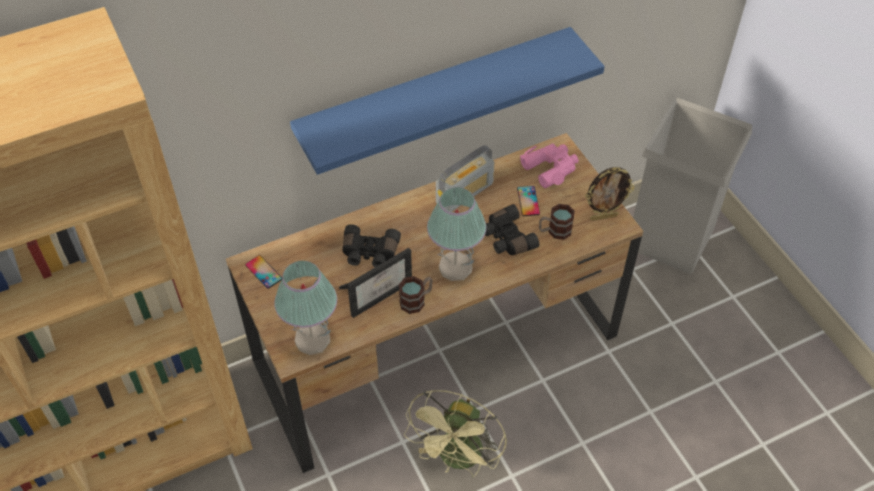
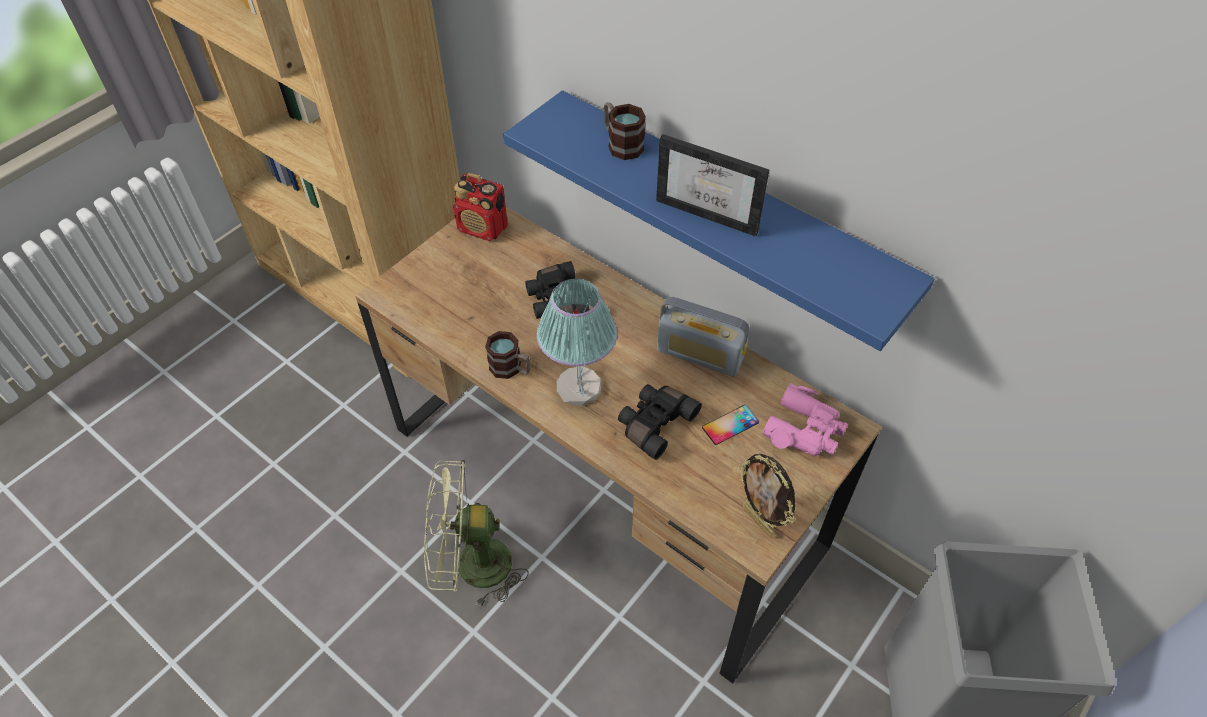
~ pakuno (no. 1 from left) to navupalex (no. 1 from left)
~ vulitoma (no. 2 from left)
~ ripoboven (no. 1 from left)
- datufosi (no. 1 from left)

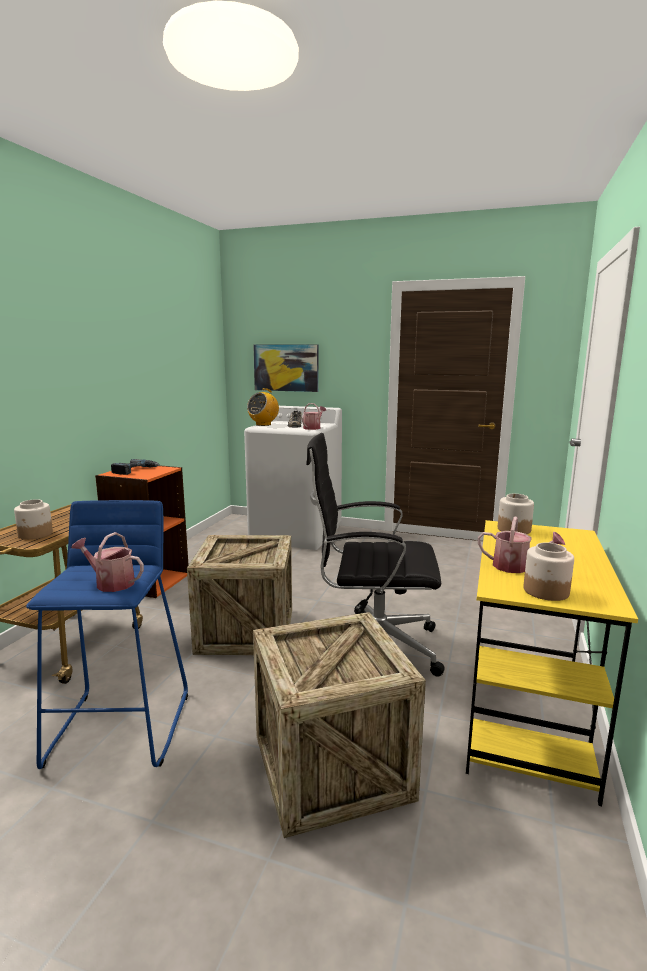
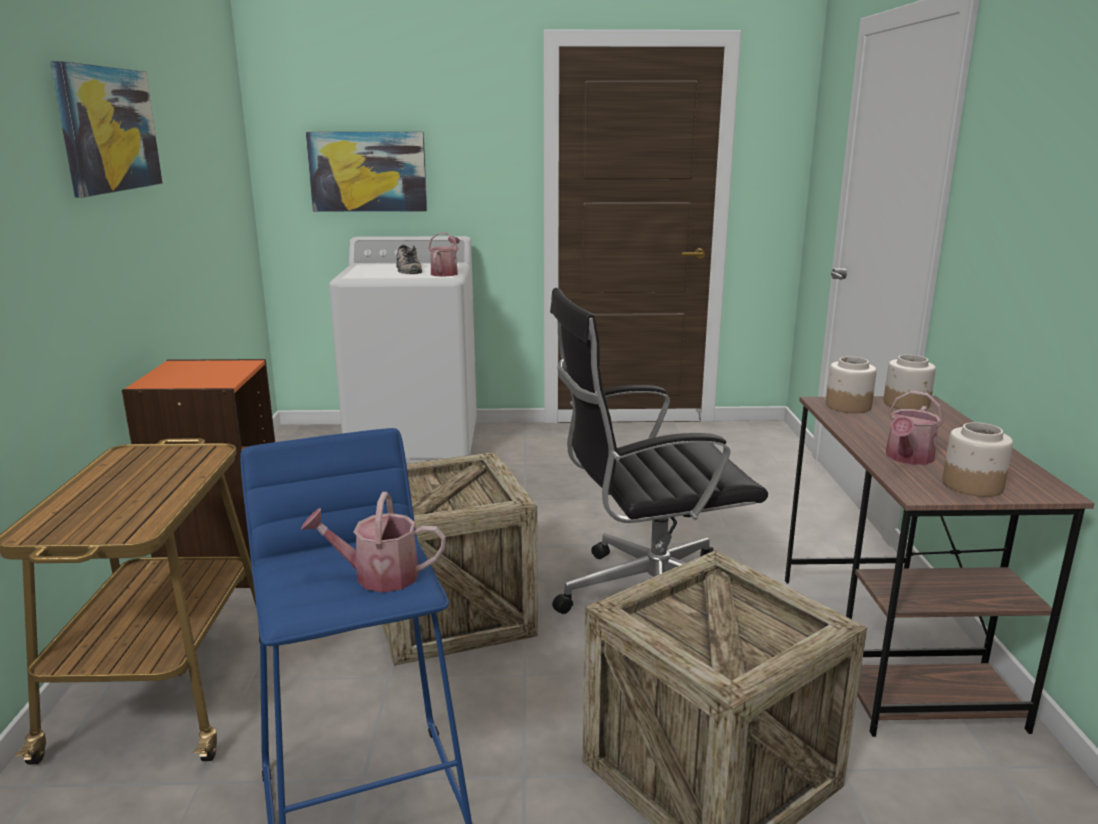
+ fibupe (no. 1 from left)
~ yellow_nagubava to brown_nagubava
~ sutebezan (no. 1 from left in the first image) to sutebezan (no. 2 from left)
~ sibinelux (no. 3 from left) 120 degrees clockwise
- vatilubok
- navupalex

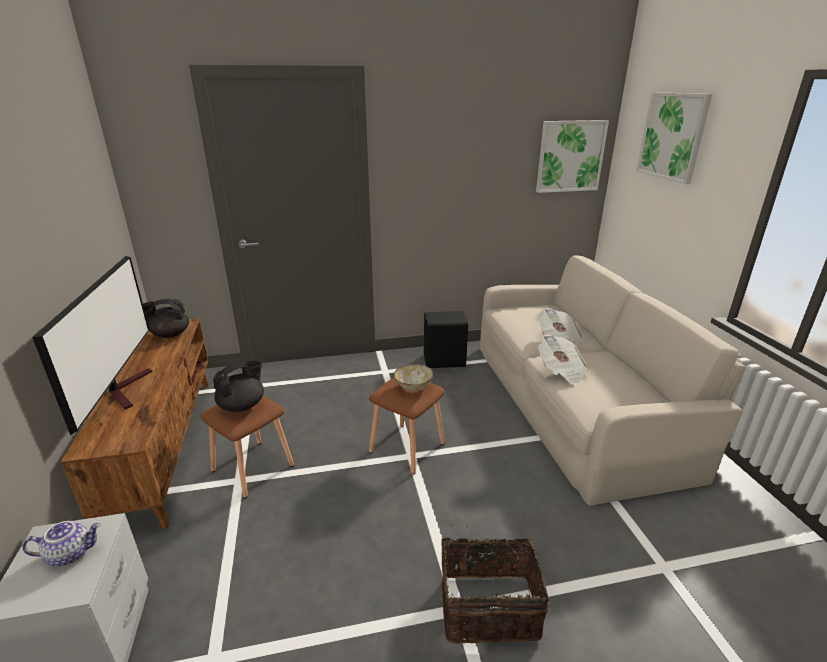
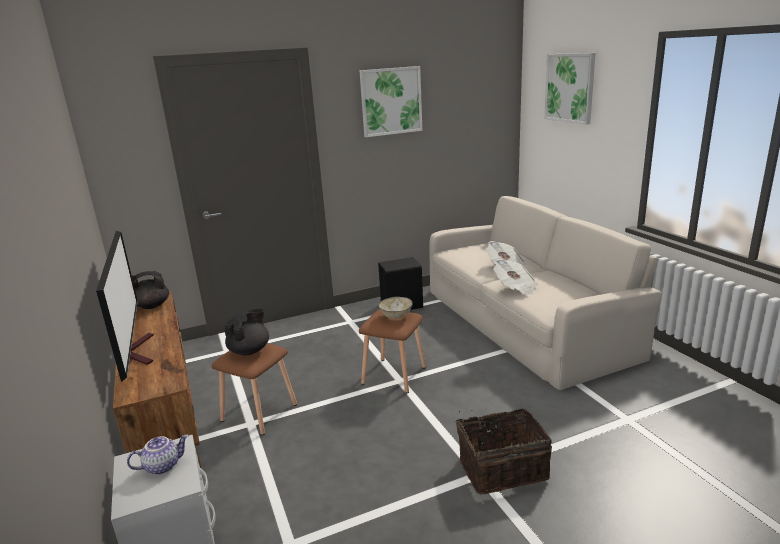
~ fibupe (no. 1 from left)

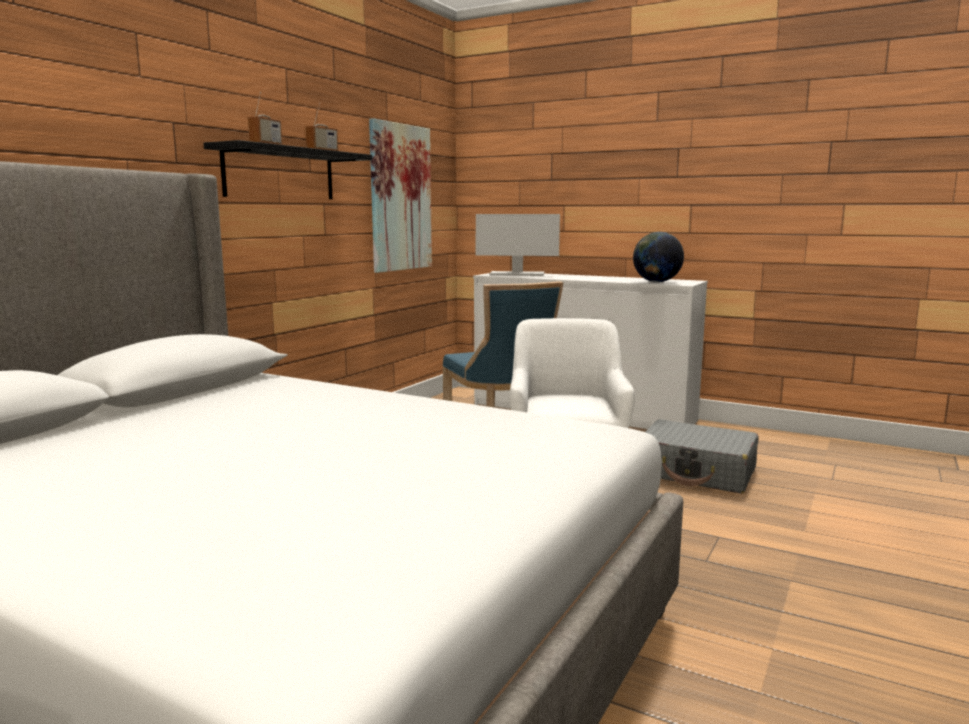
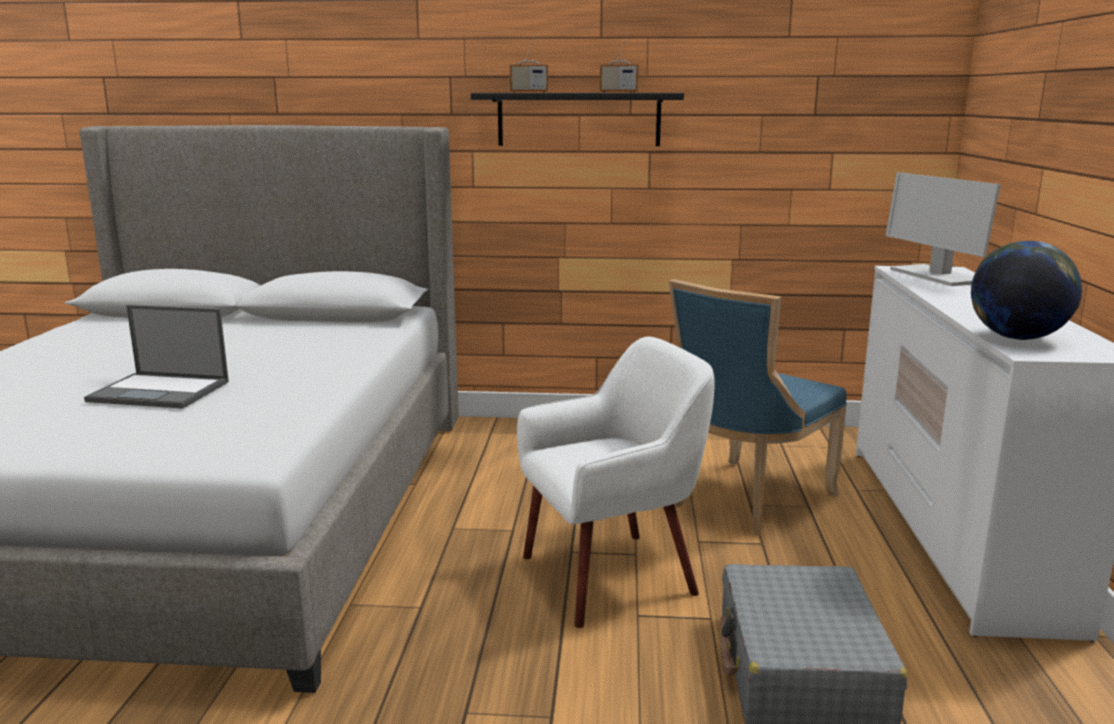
+ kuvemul
- fibupe

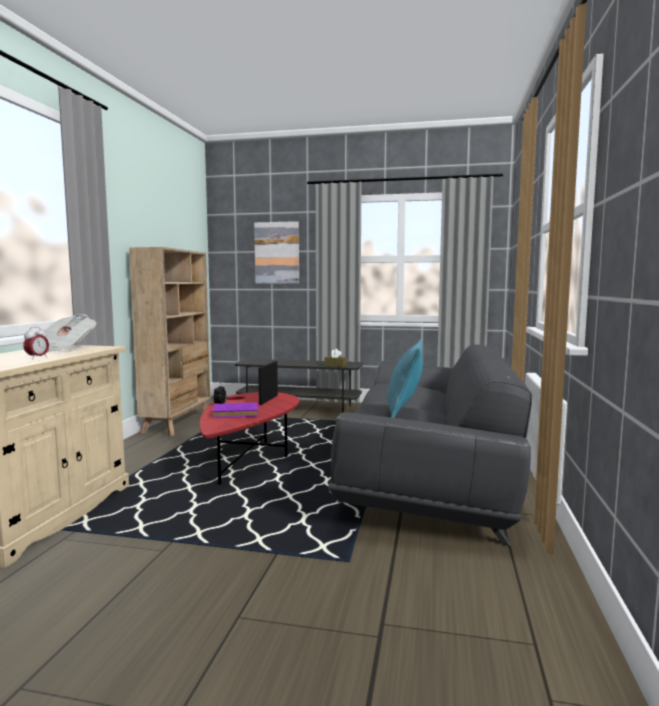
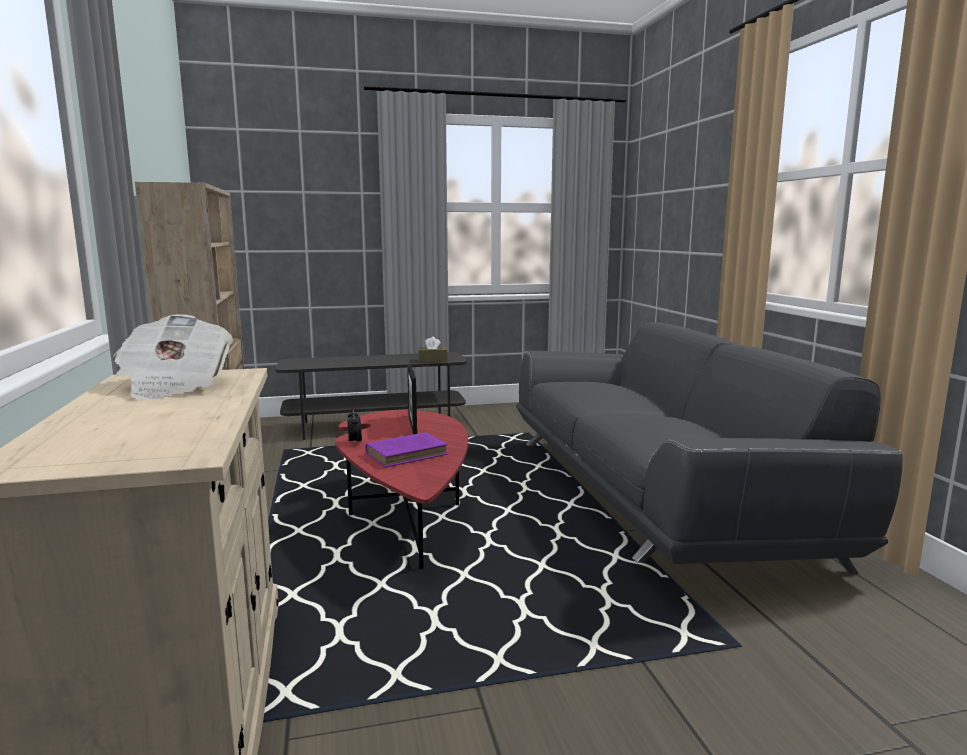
- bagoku (no. 1 from left)
- fibupe
- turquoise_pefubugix

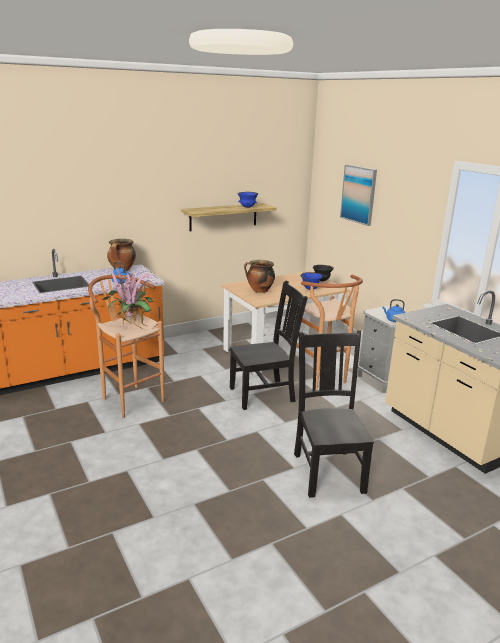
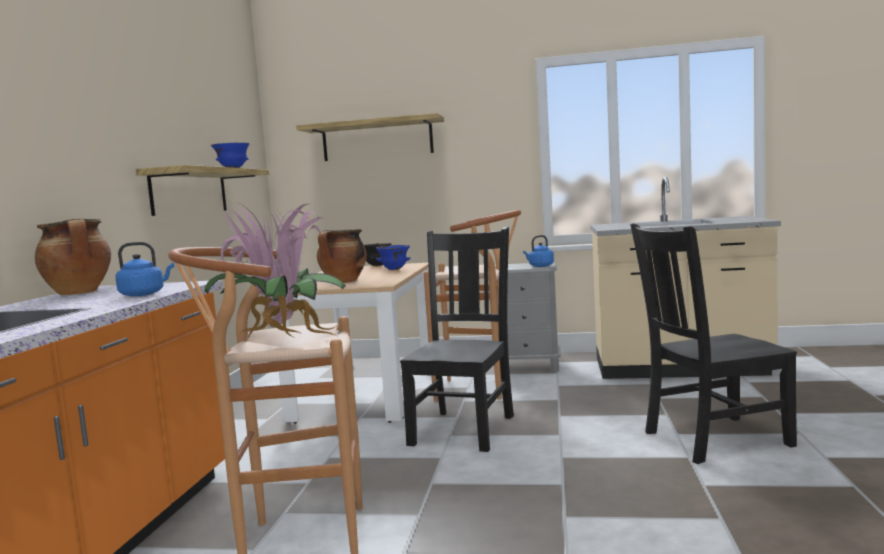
~ fibupe to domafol (no. 2 from left)
~ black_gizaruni (no. 2 from left) 45 degrees counterclockwise

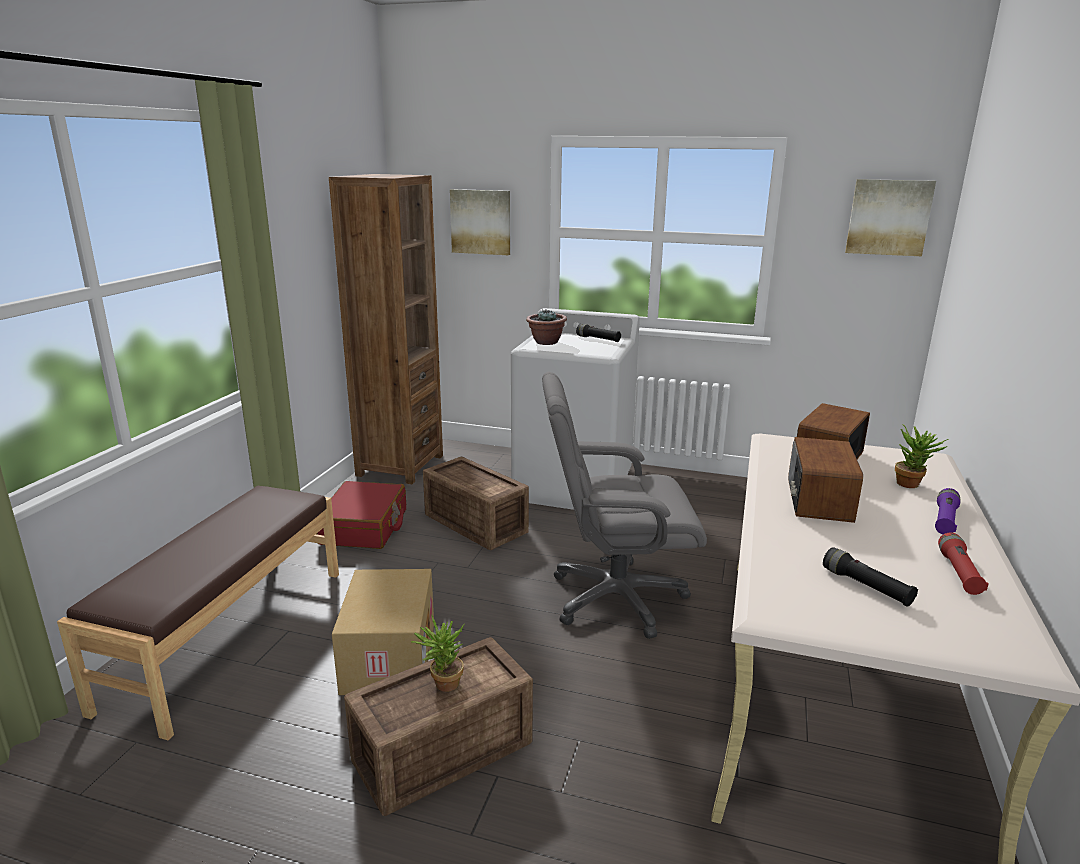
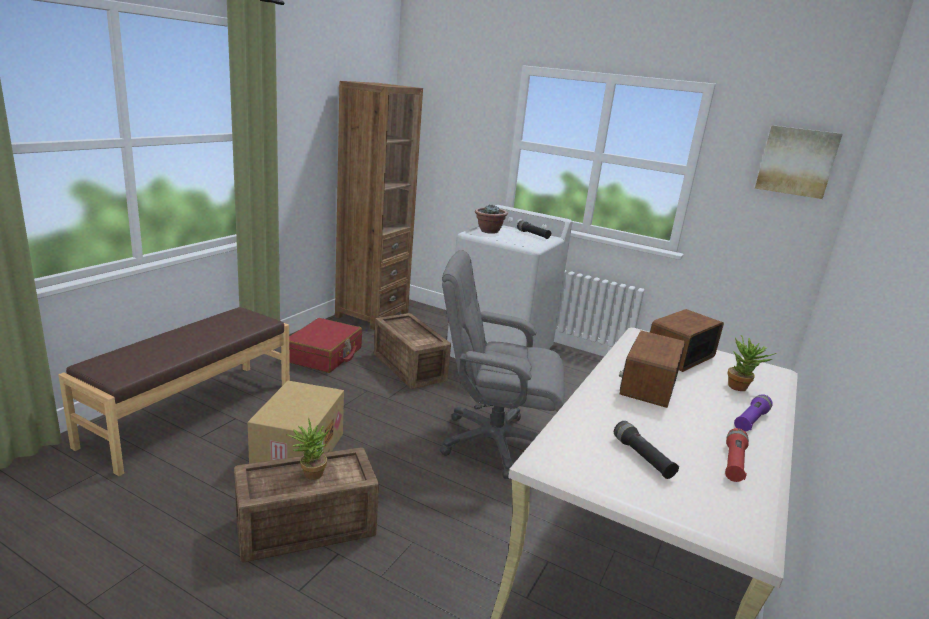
- fibupe (no. 1 from left)

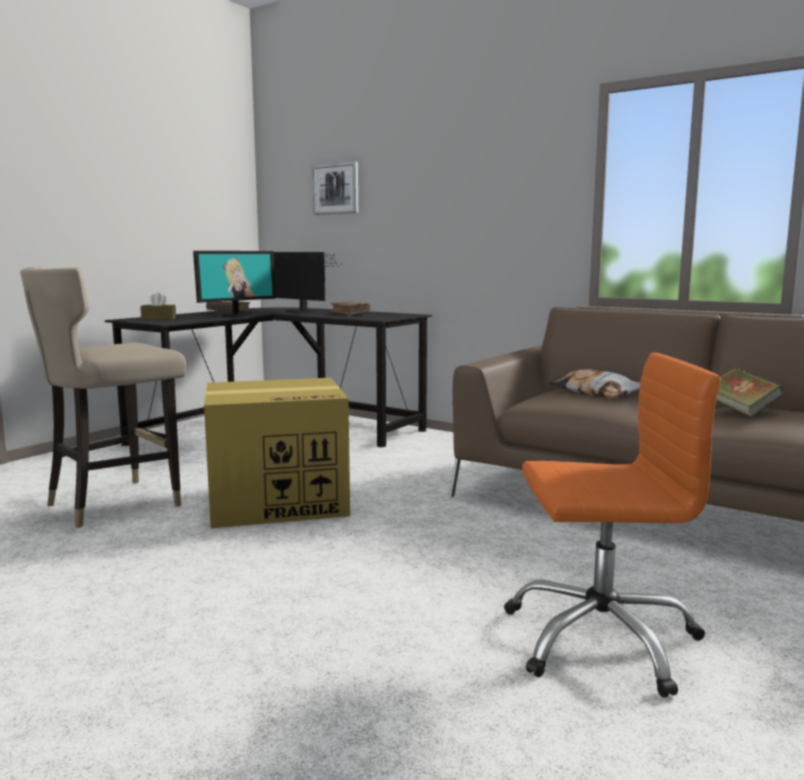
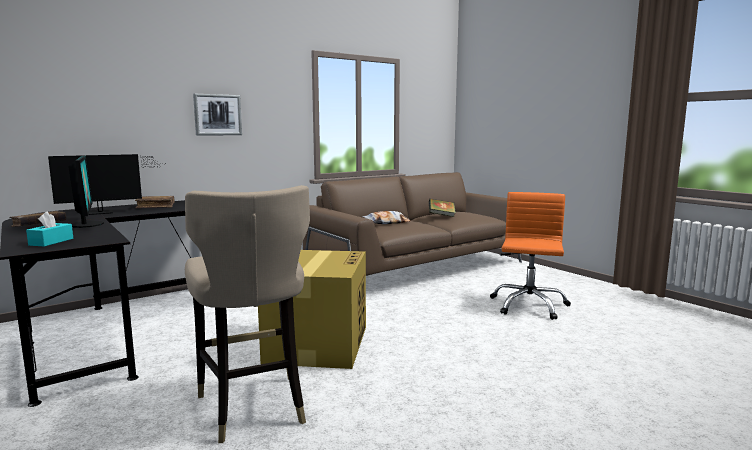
~ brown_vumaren to turquoise_vumaren
~ fibupe

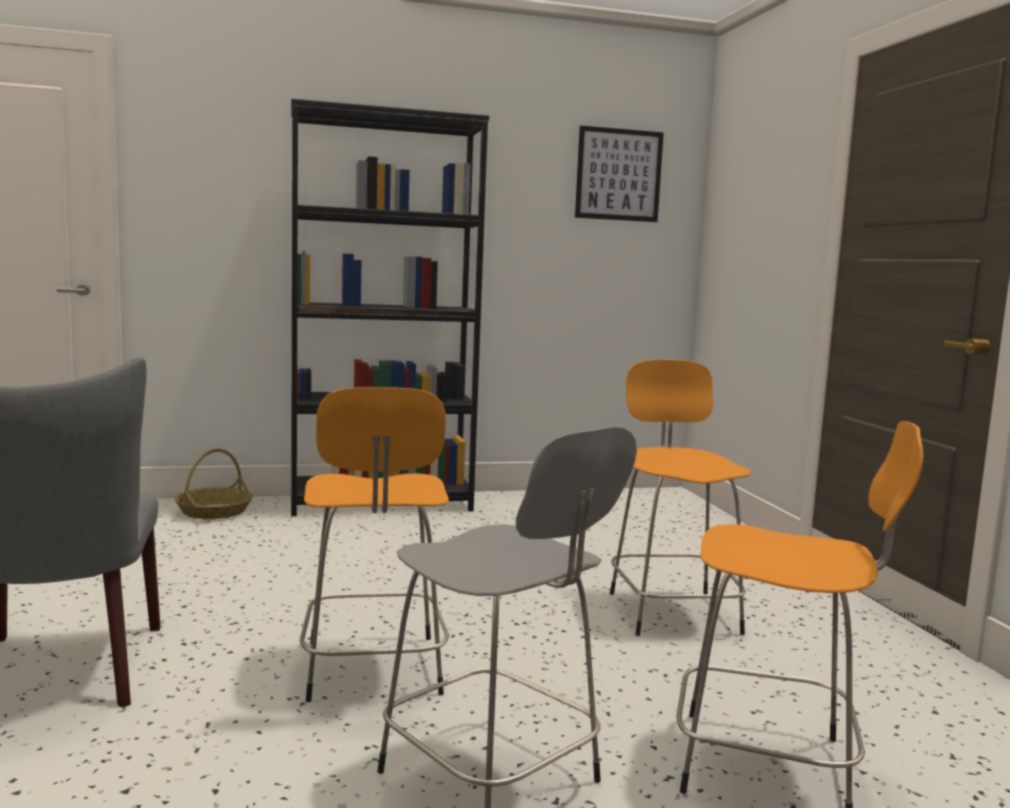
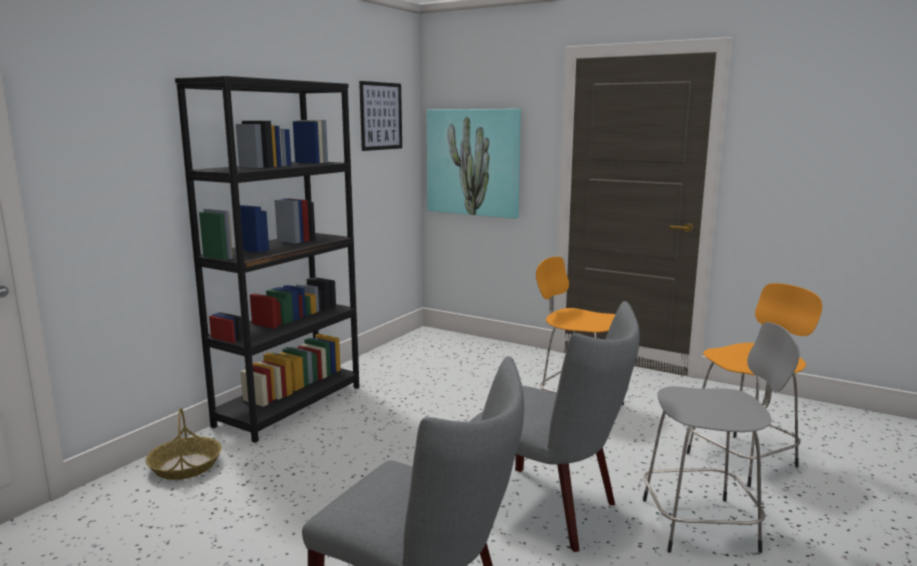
+ fibupe (no. 2 from left)
~ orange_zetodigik (no. 1 from left) to grey_gizaruni (no. 2 from left)

